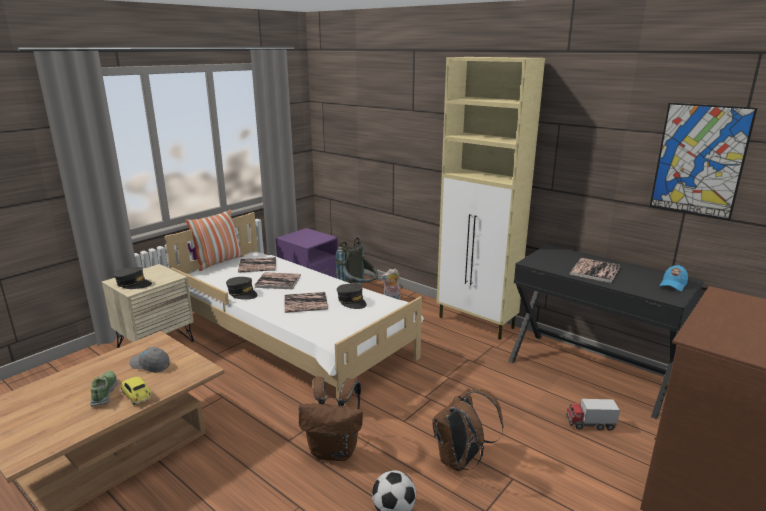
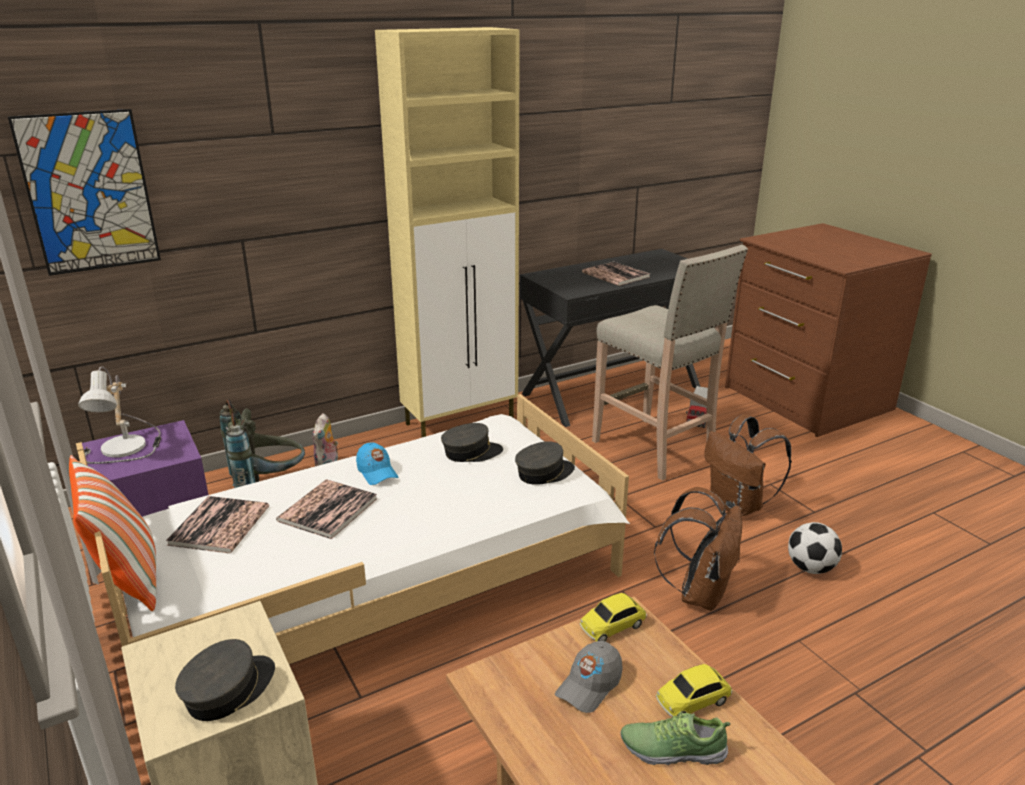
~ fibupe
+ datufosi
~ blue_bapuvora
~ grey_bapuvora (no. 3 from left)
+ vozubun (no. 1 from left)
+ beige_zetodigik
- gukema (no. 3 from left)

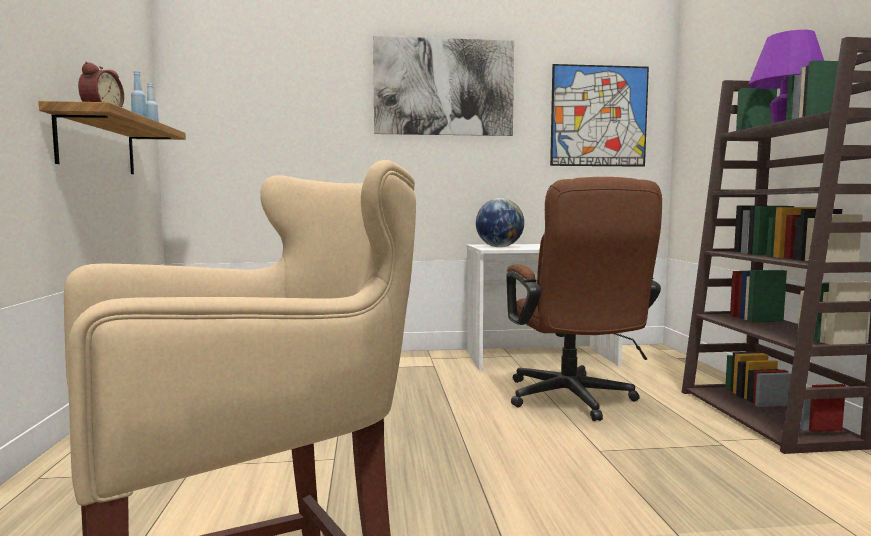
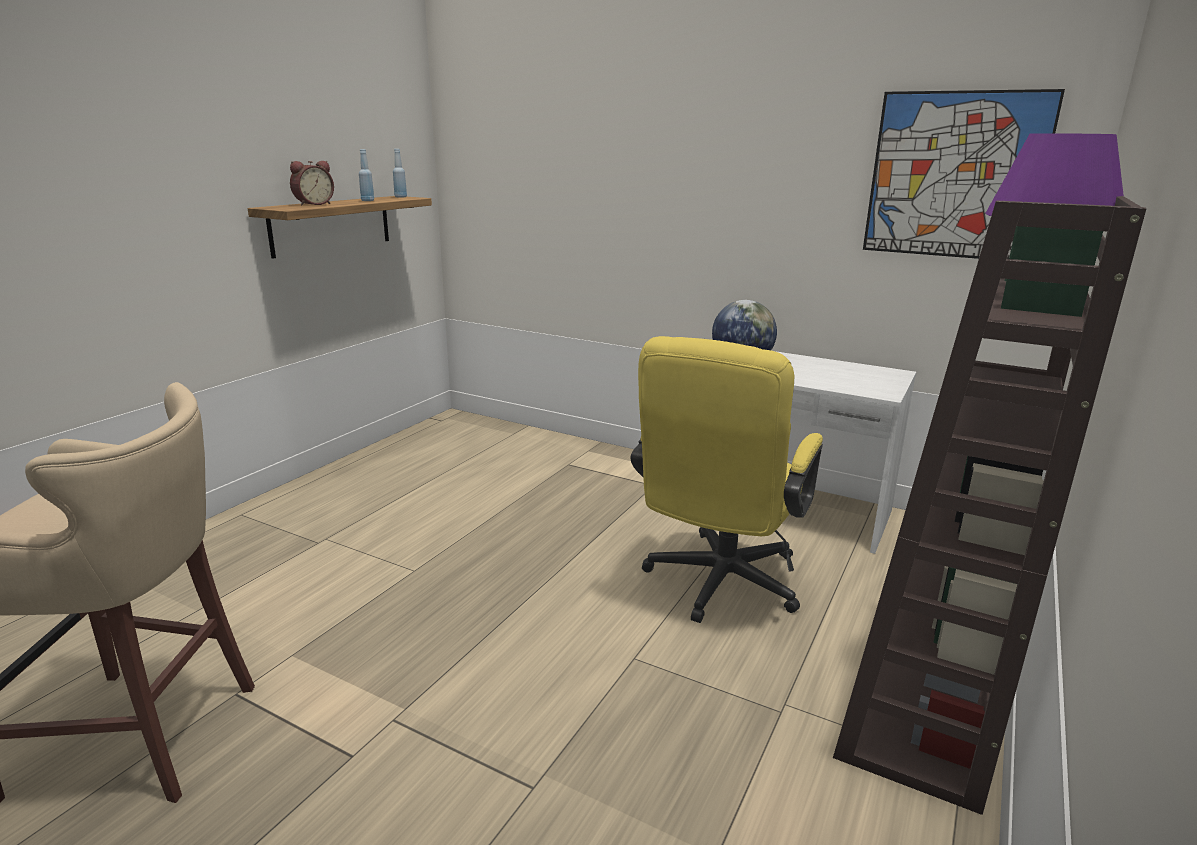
~ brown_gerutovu to yellow_gerutovu
- fibupe (no. 1 from left)

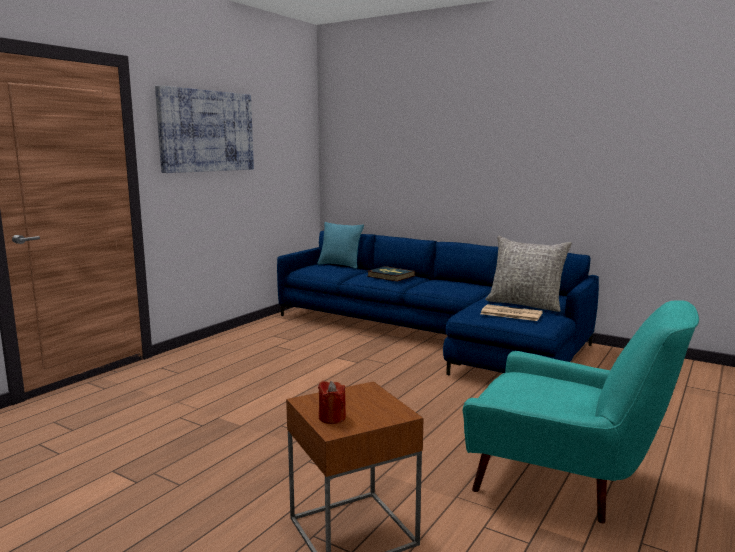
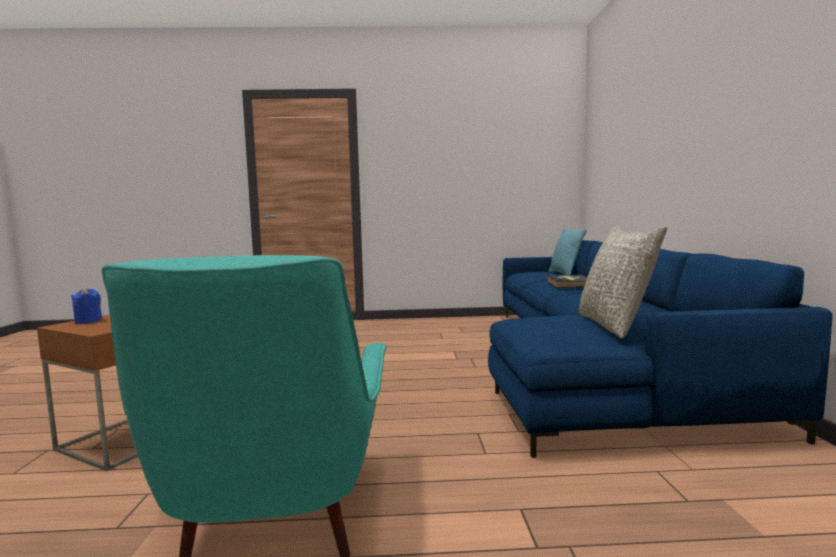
~ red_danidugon to blue_danidugon
- fibupe
- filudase

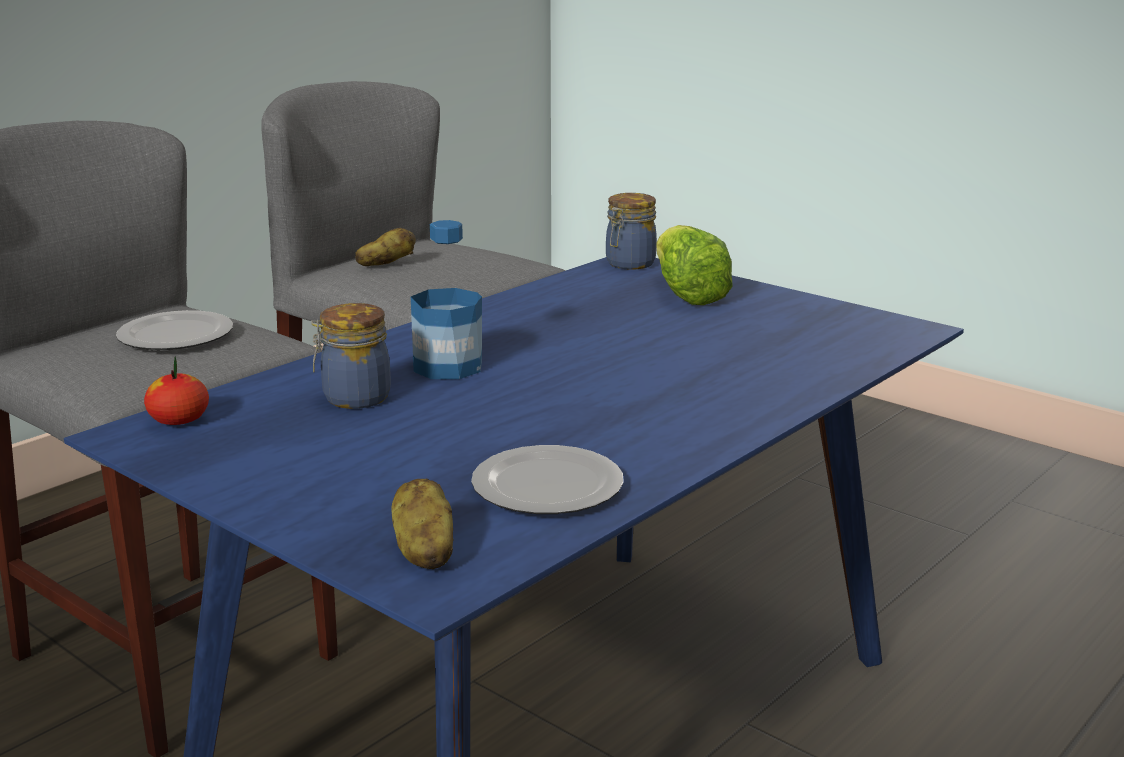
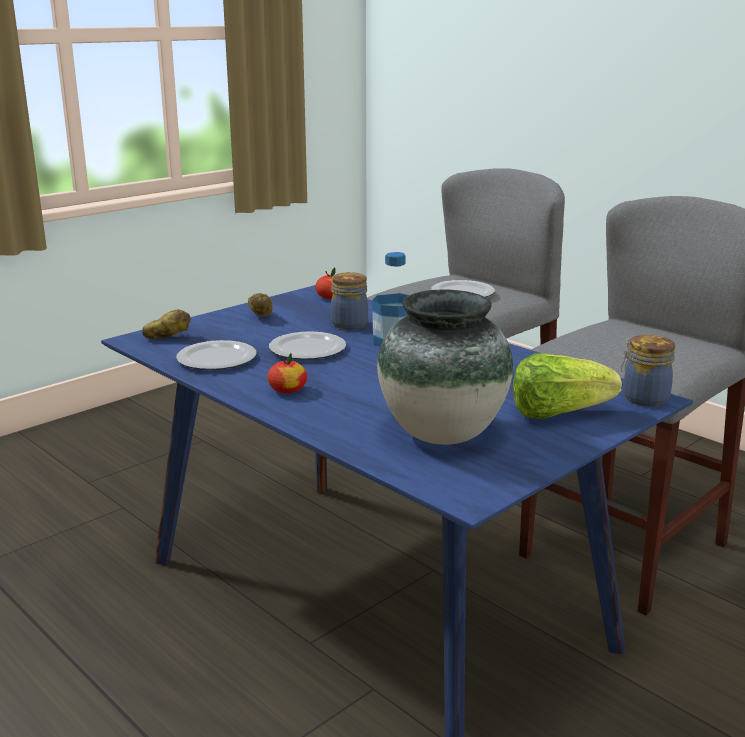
~ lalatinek (no. 1 from left in the first image) to lalatinek (no. 2 from left)
+ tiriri (no. 1 from left)
+ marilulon (no. 2 from left)
+ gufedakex

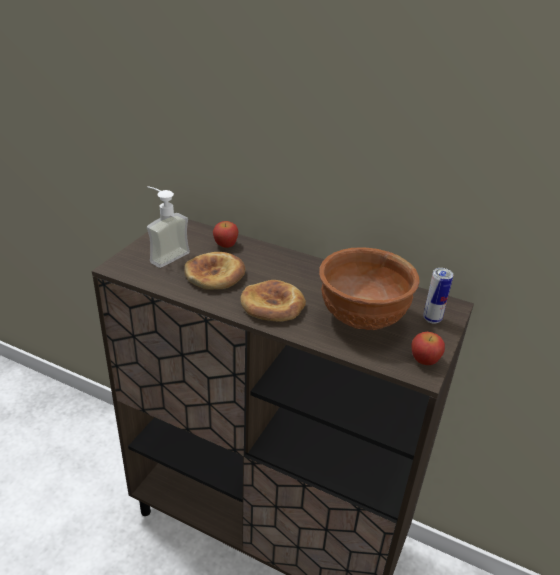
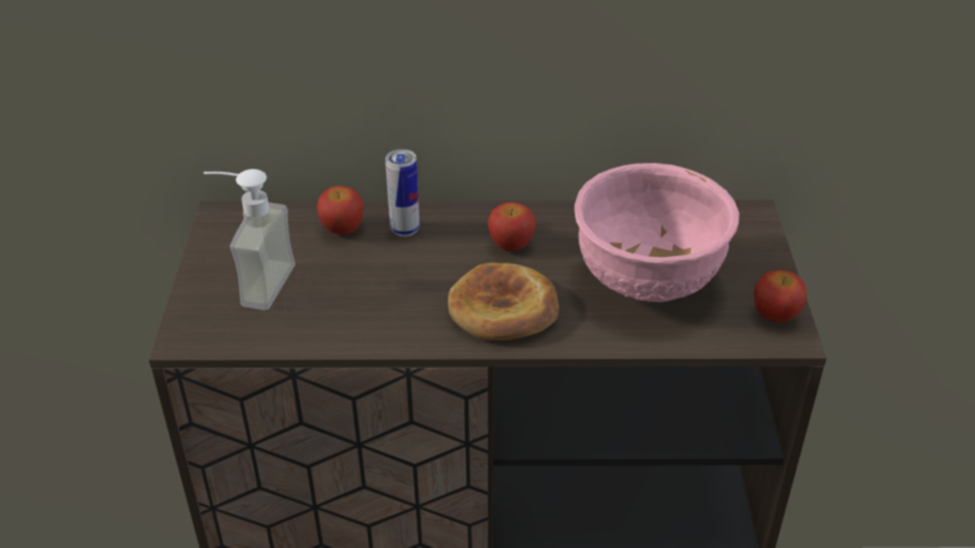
~ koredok
+ tiriri (no. 2 from left)
~ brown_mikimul to pink_mikimul
- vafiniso (no. 1 from left)

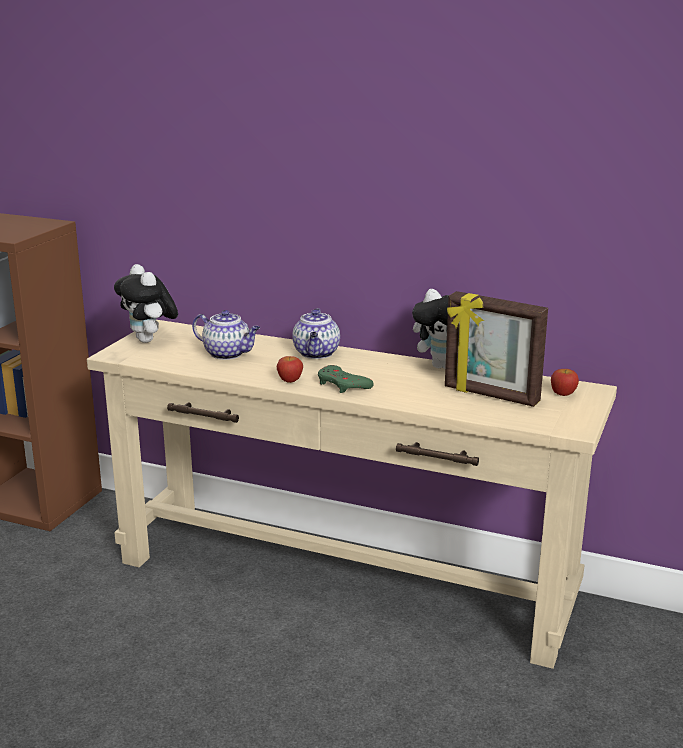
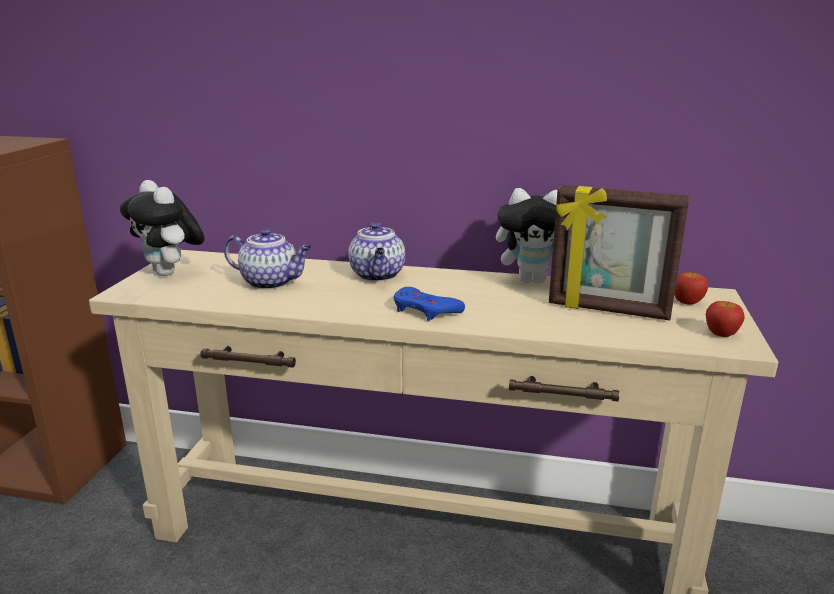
~ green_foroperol to blue_foroperol
~ tiriri (no. 1 from left in the first image) to tiriri (no. 2 from left)

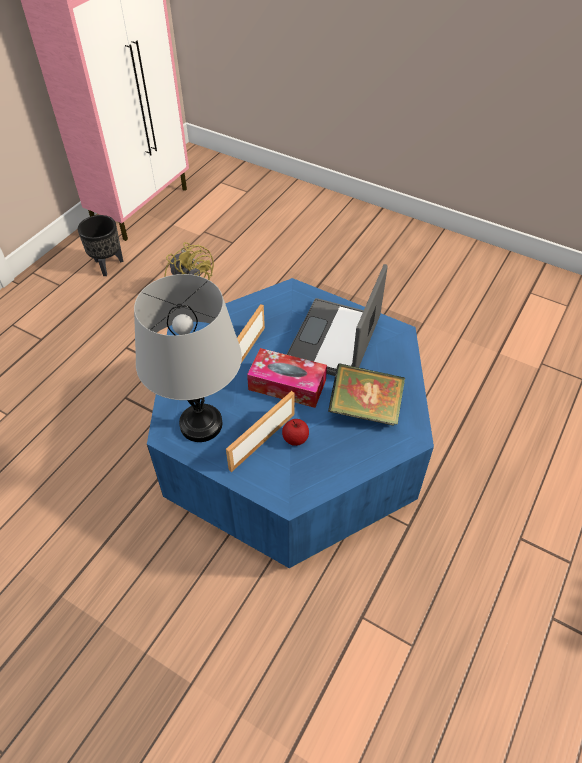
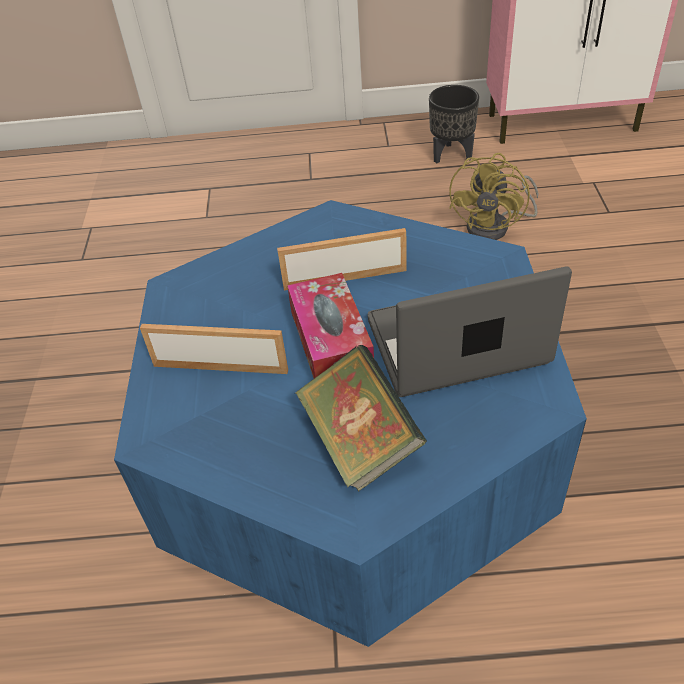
- grey_datufosi
- tiriri

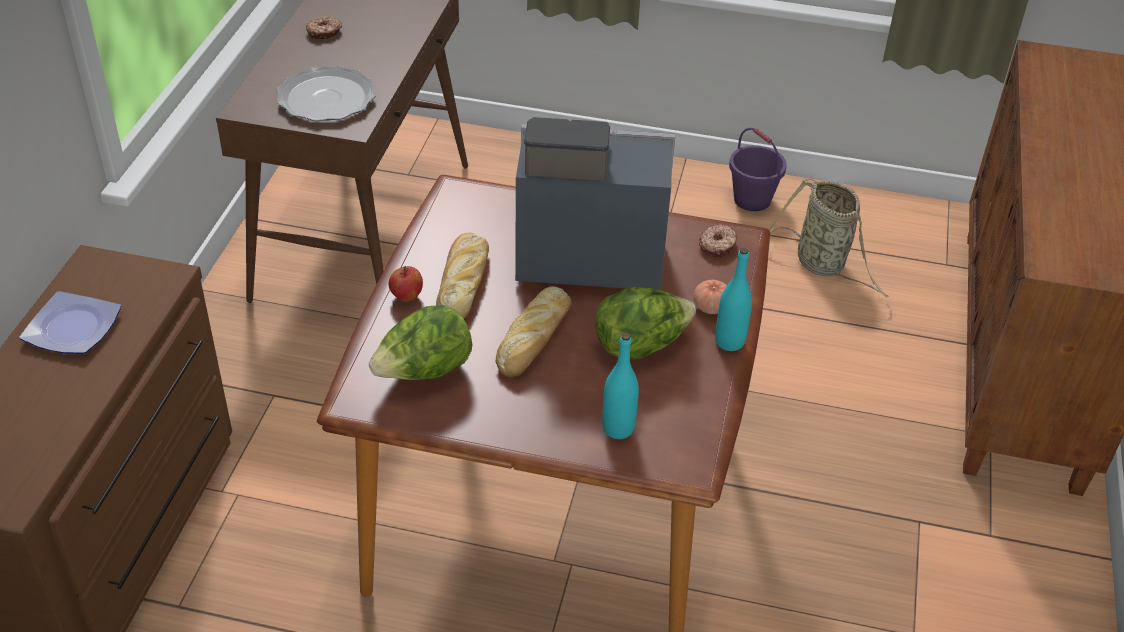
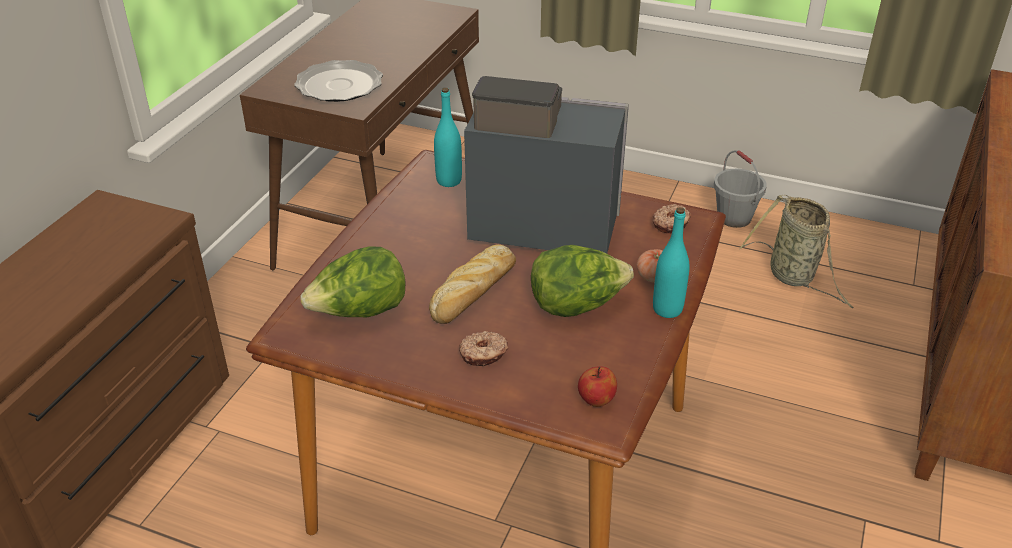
~ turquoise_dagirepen (no. 1 from left)
~ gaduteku (no. 1 from left)
~ tiriri
~ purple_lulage to grey_lulage
- marilulon (no. 1 from left)
- vafiniso (no. 1 from left)

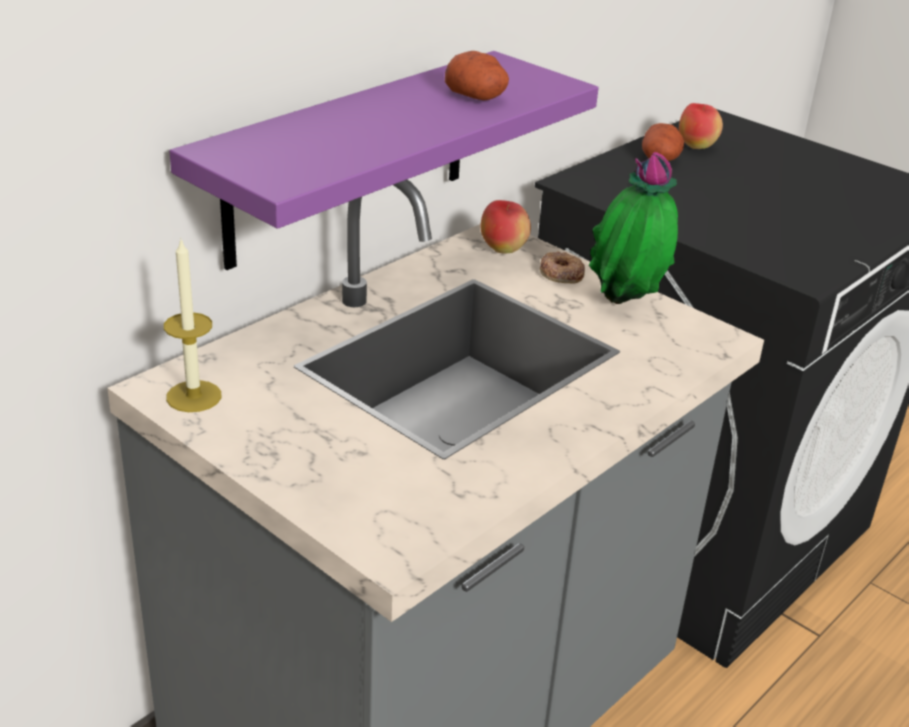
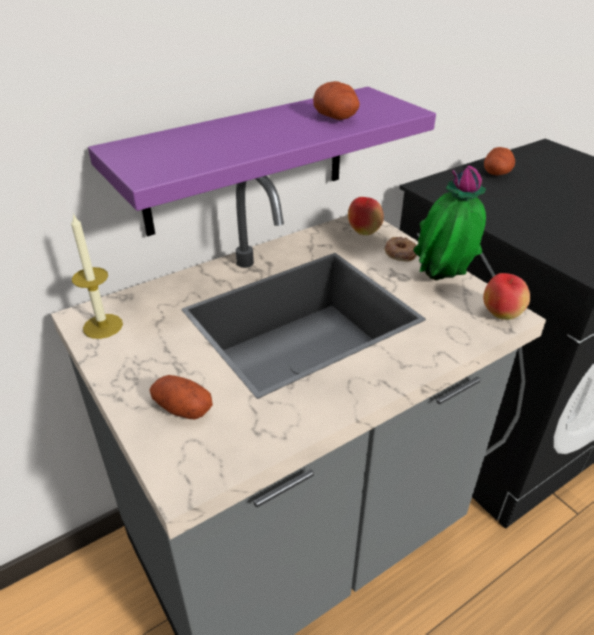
+ lalatinek (no. 1 from left)
~ tiriri (no. 2 from left)

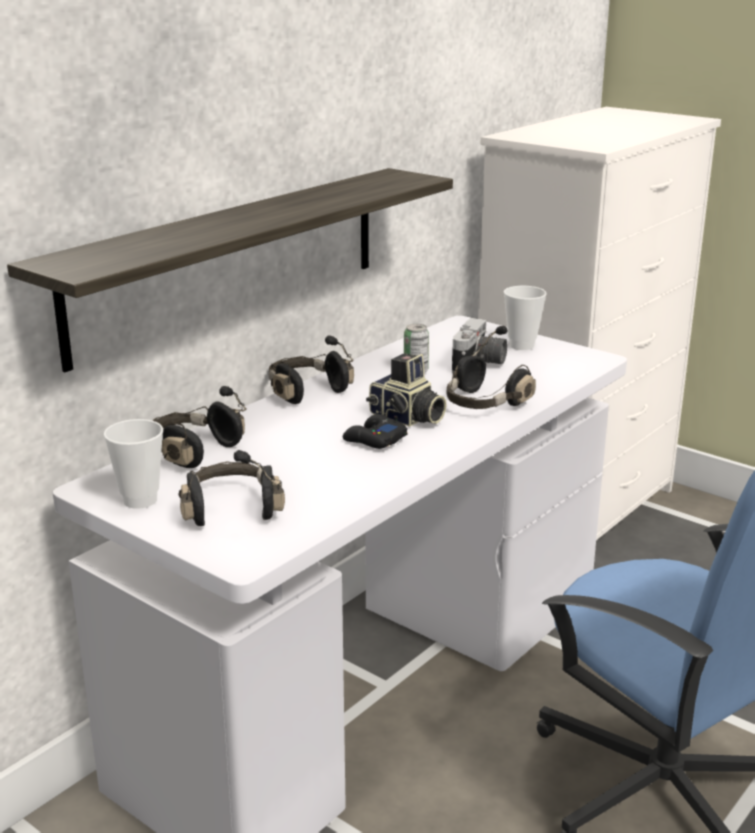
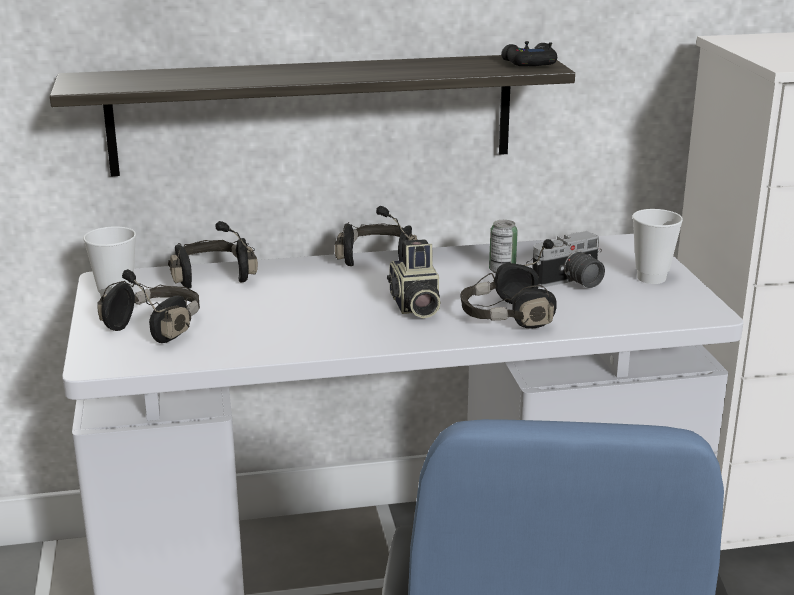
~ black_foroperol

